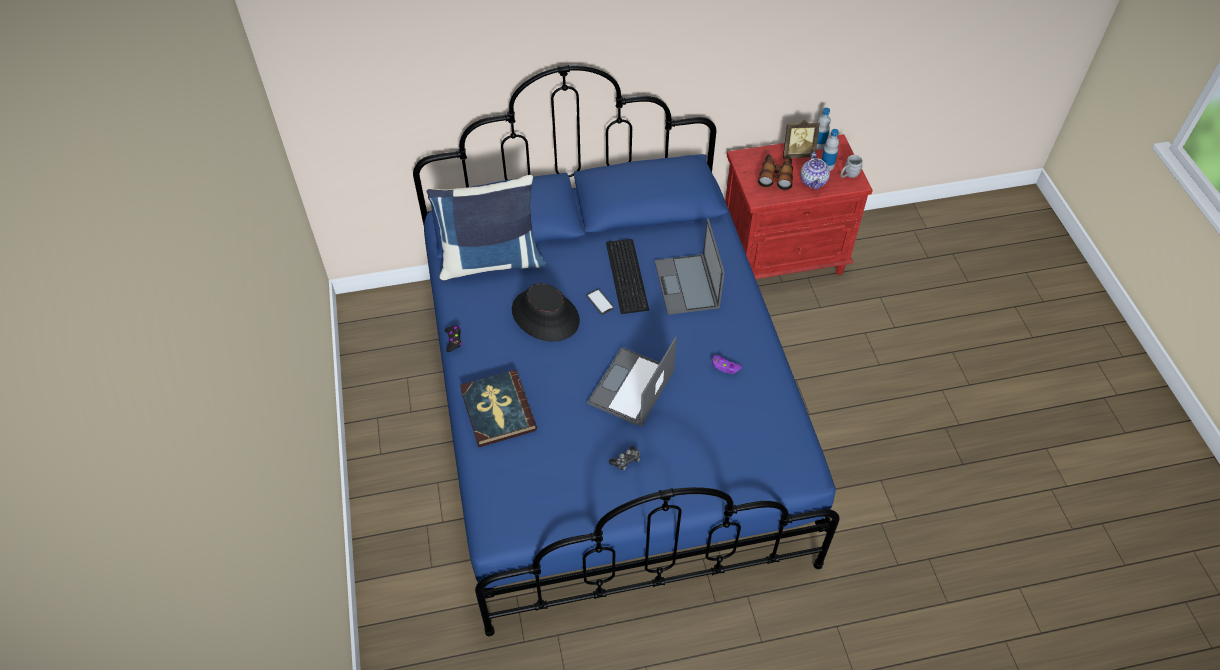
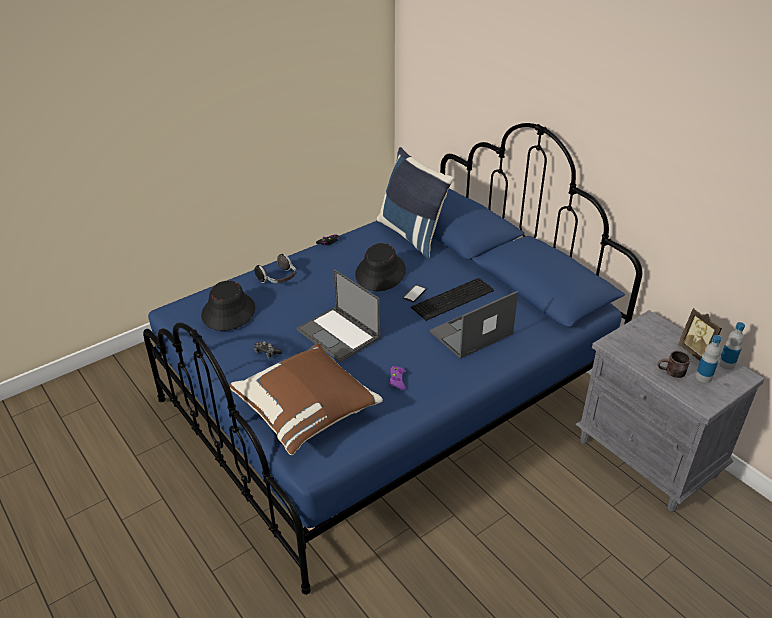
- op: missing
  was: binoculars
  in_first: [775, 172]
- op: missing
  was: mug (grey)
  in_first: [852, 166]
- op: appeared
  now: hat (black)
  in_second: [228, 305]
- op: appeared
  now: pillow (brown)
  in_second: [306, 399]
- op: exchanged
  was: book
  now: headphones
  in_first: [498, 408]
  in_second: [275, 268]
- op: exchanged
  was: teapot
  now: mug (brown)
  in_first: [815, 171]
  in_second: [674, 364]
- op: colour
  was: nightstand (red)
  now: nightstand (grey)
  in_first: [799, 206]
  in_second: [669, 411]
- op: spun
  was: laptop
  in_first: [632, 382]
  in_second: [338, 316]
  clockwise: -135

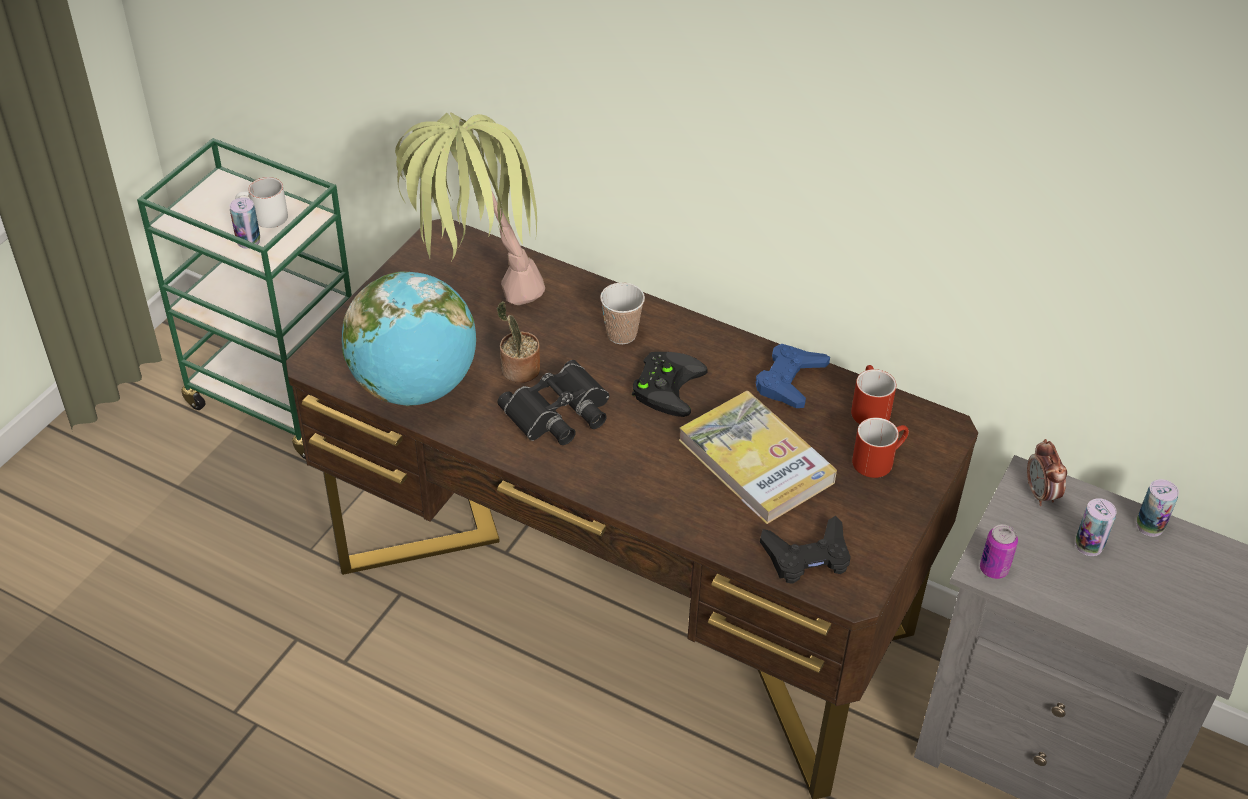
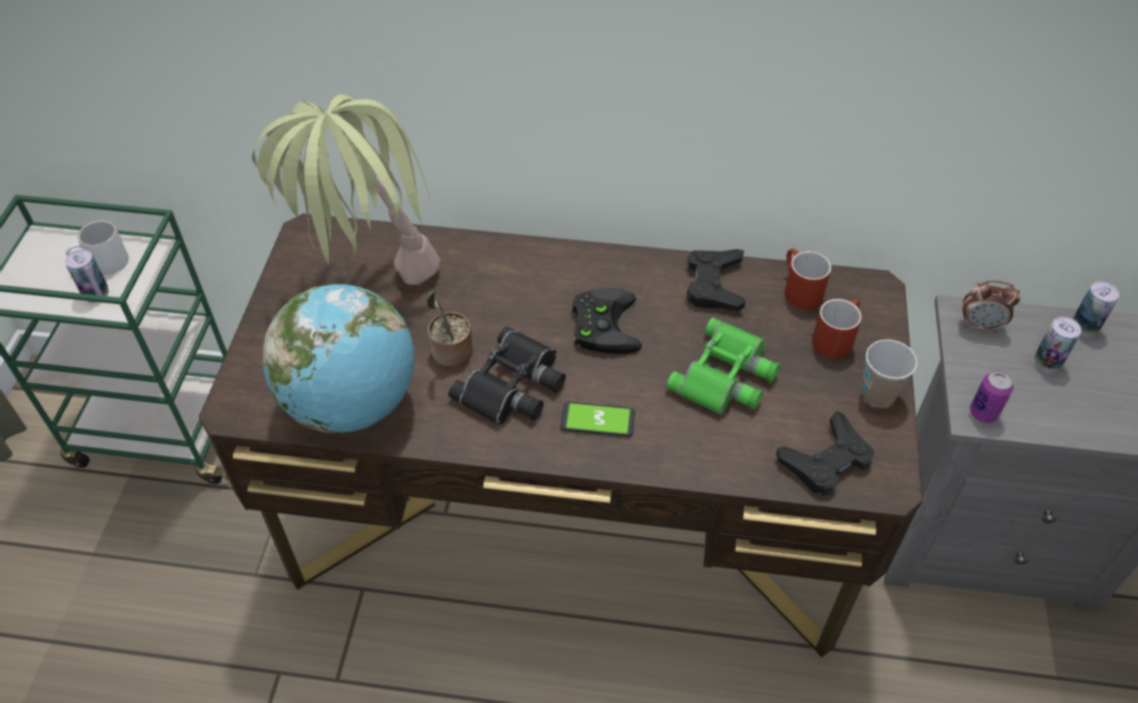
- op: appeared
  now: phone
  in_second: [597, 419]
- op: relocated
  was: cup
  in_first: [622, 313]
  in_second: [889, 373]
- op: exchanged
  was: book
  now: binoculars (green)
  in_first: [758, 457]
  in_second: [723, 366]
- op: colour
  was: game controller (blue)
  now: game controller (black)
  in_first: [793, 376]
  in_second: [715, 280]
- op: spun
  was: alarm clock
  in_first: [1047, 472]
  in_second: [991, 306]
  clockwise: -45

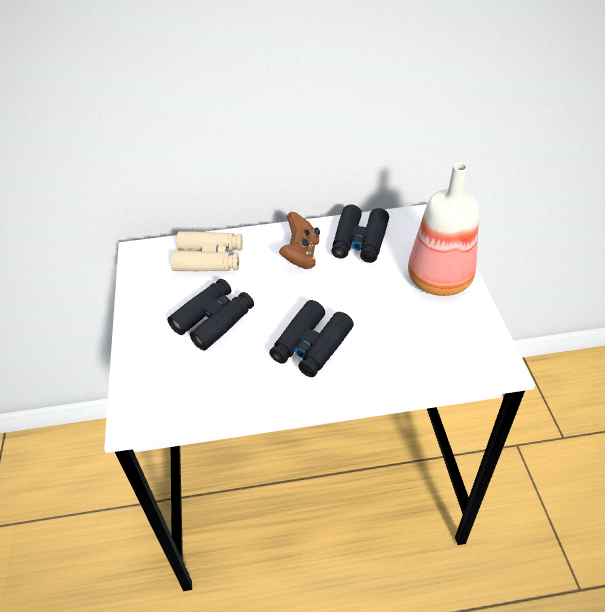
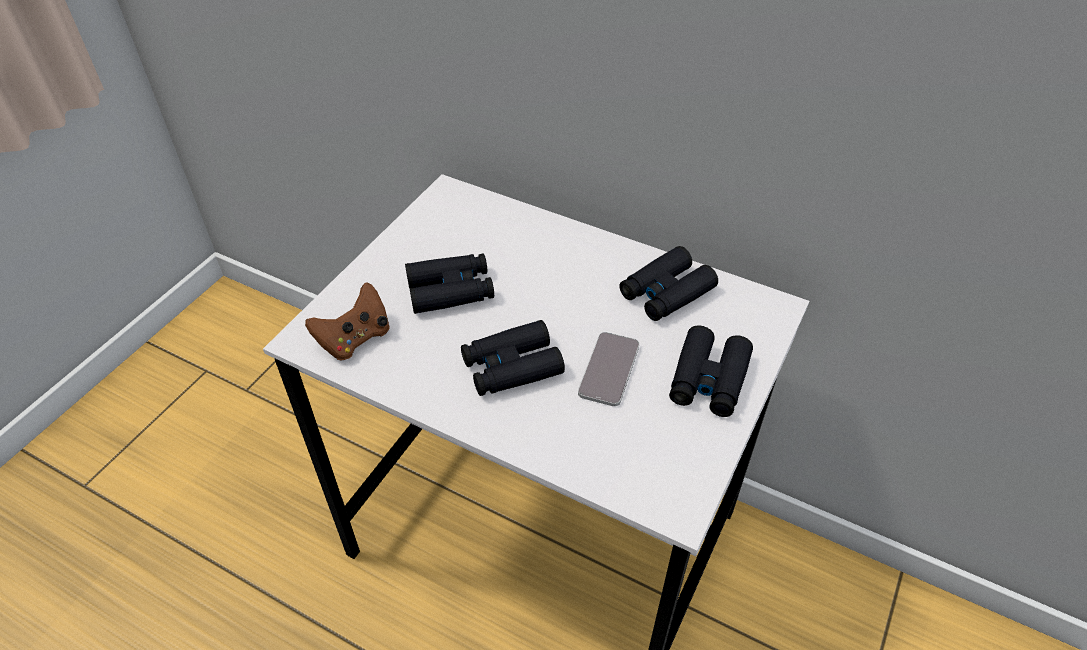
- op: missing
  was: binoculars (beige)
  in_first: [207, 251]
- op: appeared
  now: phone
  in_second: [608, 369]
- op: relocated
  was: game controller (brown)
  in_first: [299, 240]
  in_second: [347, 321]
- op: exchanged
  was: bottle
  now: binoculars (black)
  in_first: [443, 229]
  in_second: [711, 371]

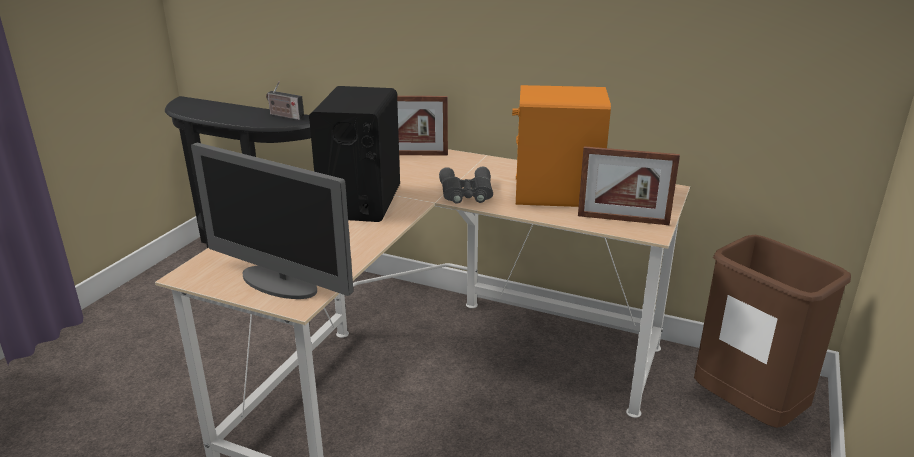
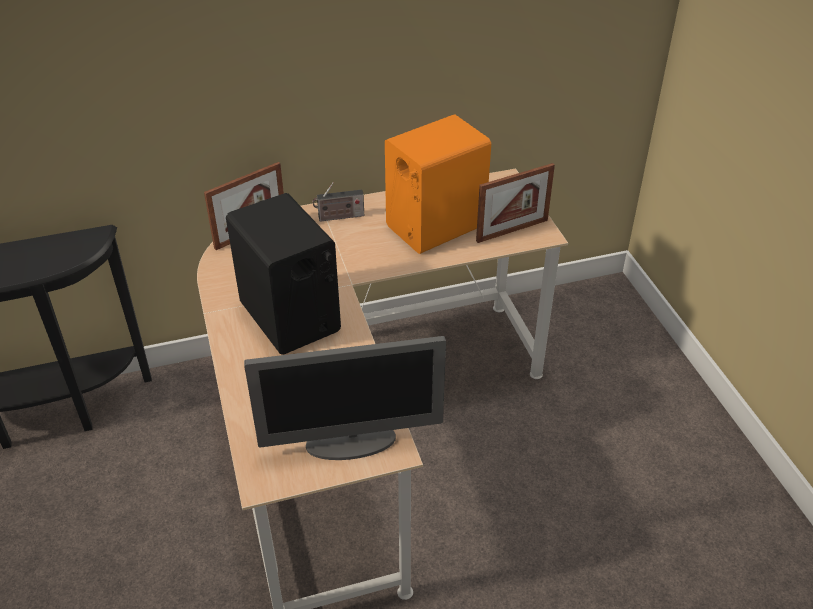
- op: missing
  was: binoculars (grey)
  in_first: [466, 185]
- op: missing
  was: trash can (brown)
  in_first: [772, 331]
- op: relocated
  was: radio
  in_first: [285, 100]
  in_second: [338, 202]

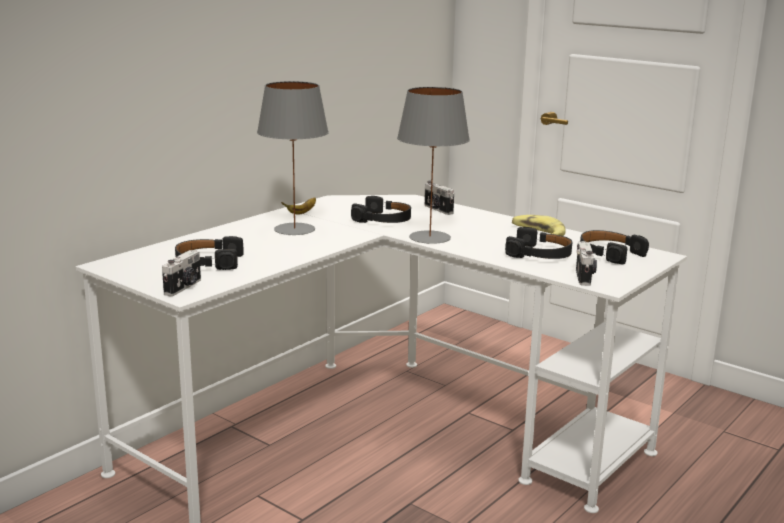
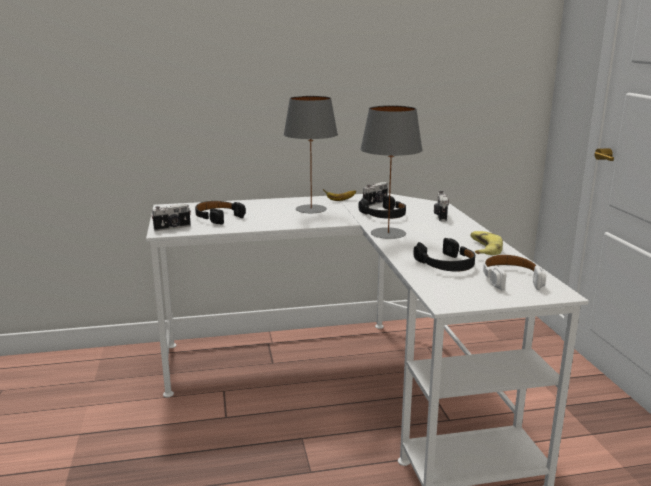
- op: relocated
  was: photo camera
  in_first: [586, 263]
  in_second: [375, 194]
- op: colour
  was: headphones (black)
  now: headphones (white)
  in_first: [614, 247]
  in_second: [514, 272]

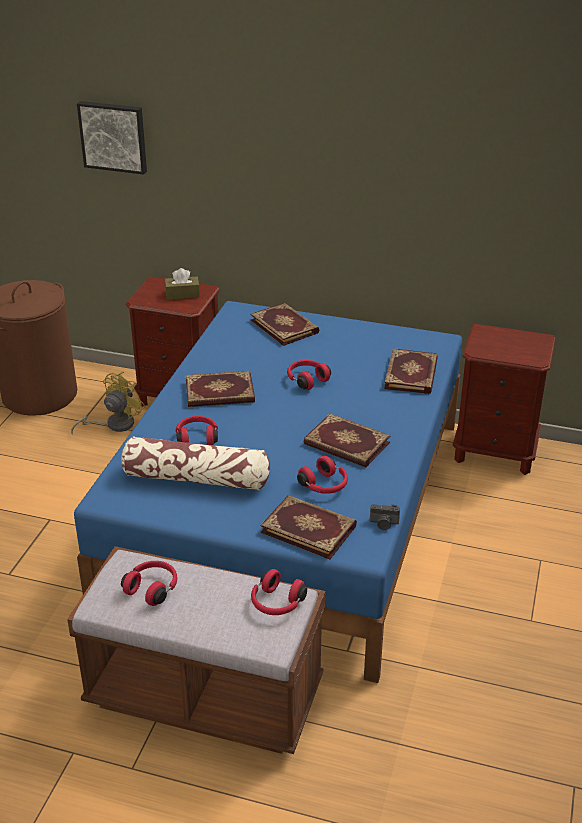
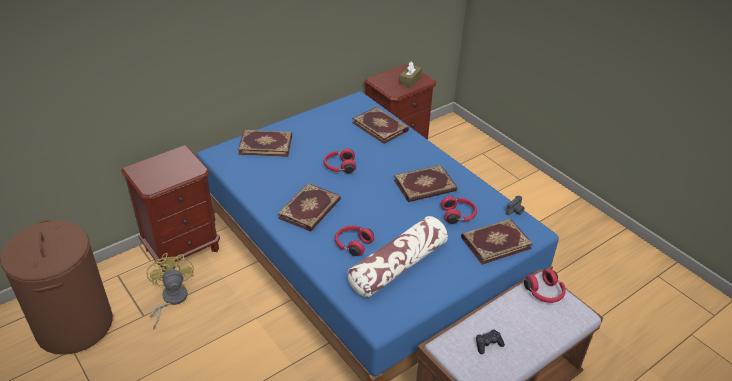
- op: missing
  was: picture
  in_first: [112, 138]
- op: relocated
  was: tissue box (brown)
  in_first: [182, 284]
  in_second: [410, 75]
- op: exchanged
  was: headphones (red)
  now: game controller (black)
  in_first: [149, 583]
  in_second: [490, 341]

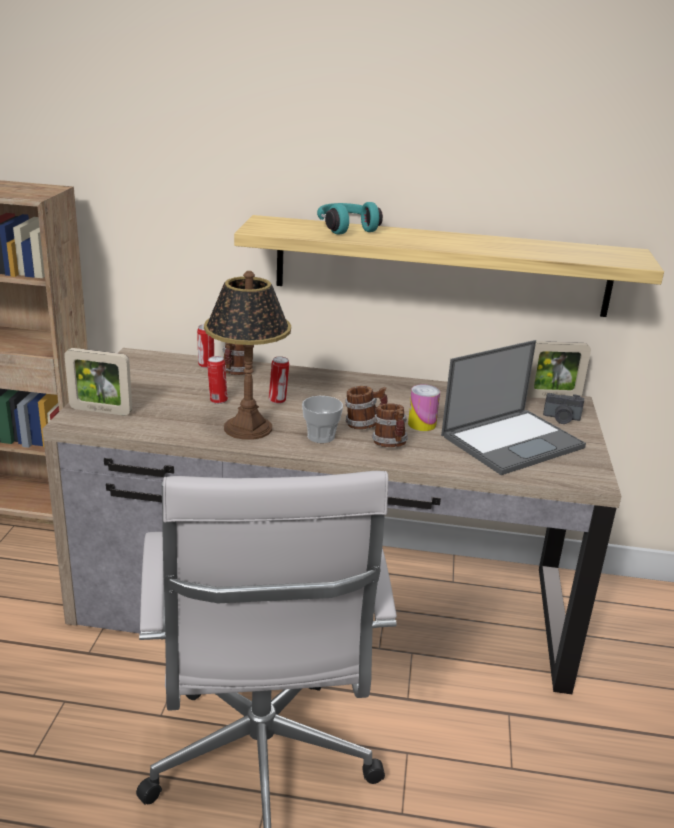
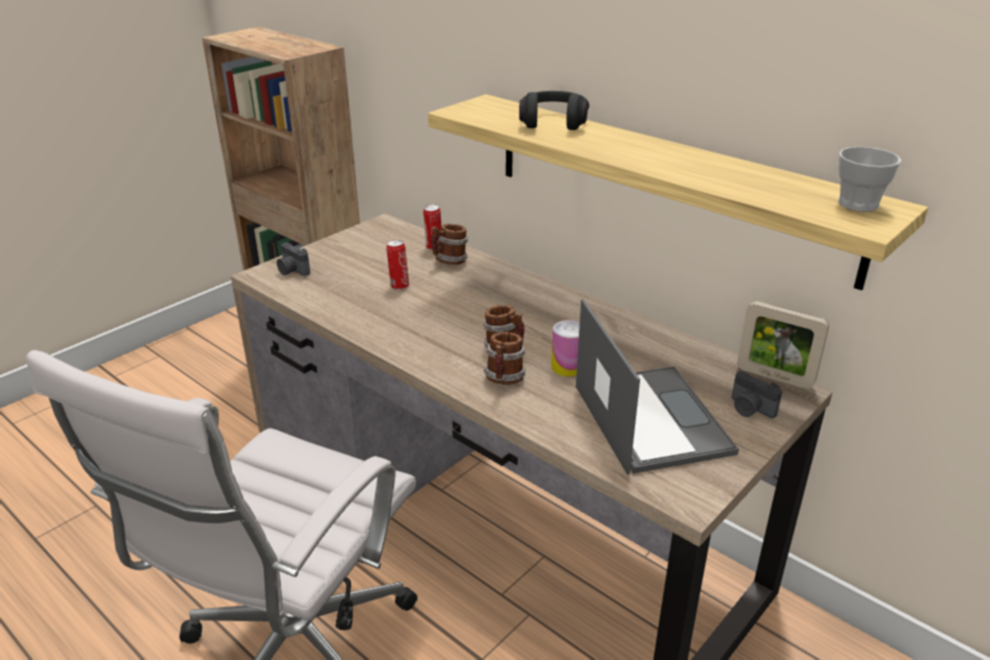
- op: missing
  was: table lamp
  in_first: [247, 355]
- op: missing
  was: can
  in_first: [279, 380]
- op: relocated
  was: cup
  in_first: [322, 419]
  in_second: [869, 179]
- op: exchanged
  was: picture frame
  now: photo camera
  in_first: [98, 382]
  in_second: [293, 259]
- op: colour
  was: headphones (turquoise)
  now: headphones (black)
  in_first: [350, 218]
  in_second: [554, 110]
- op: spun
  was: laptop
  in_first: [513, 407]
  in_second: [657, 387]
  clockwise: -105

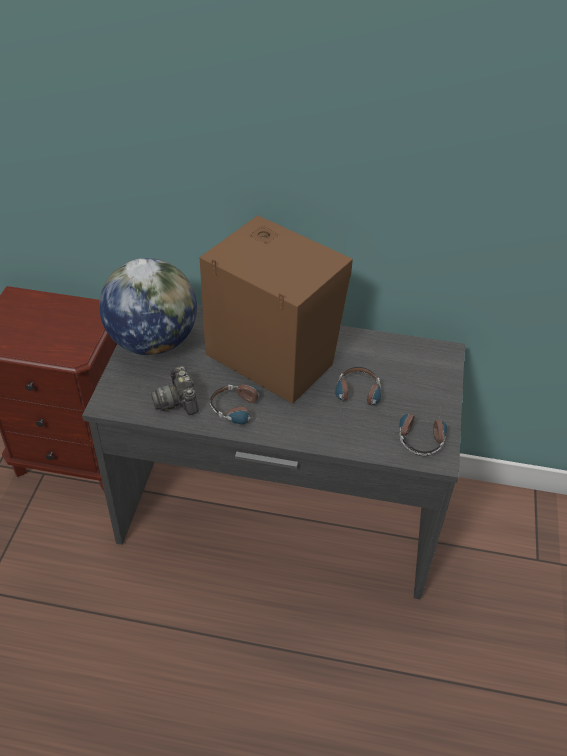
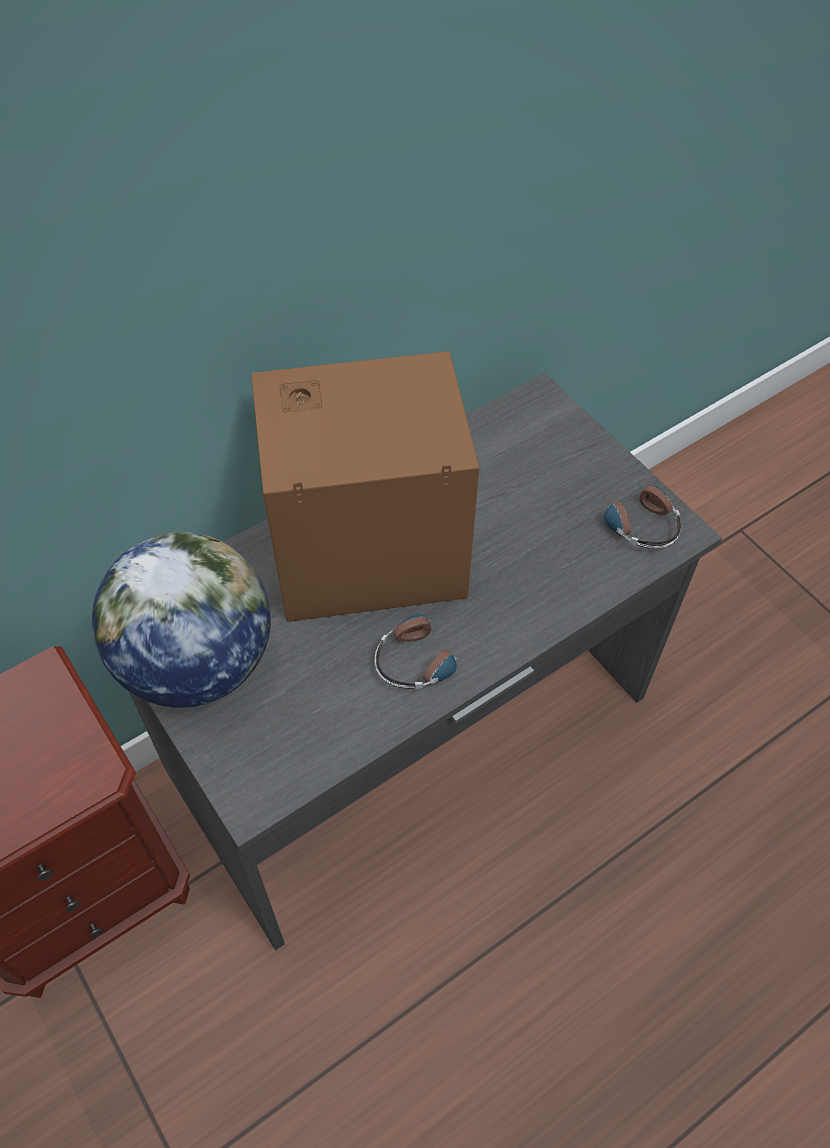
- op: missing
  was: photo camera
  in_first: [175, 390]
- op: missing
  was: headphones
  in_first: [358, 390]

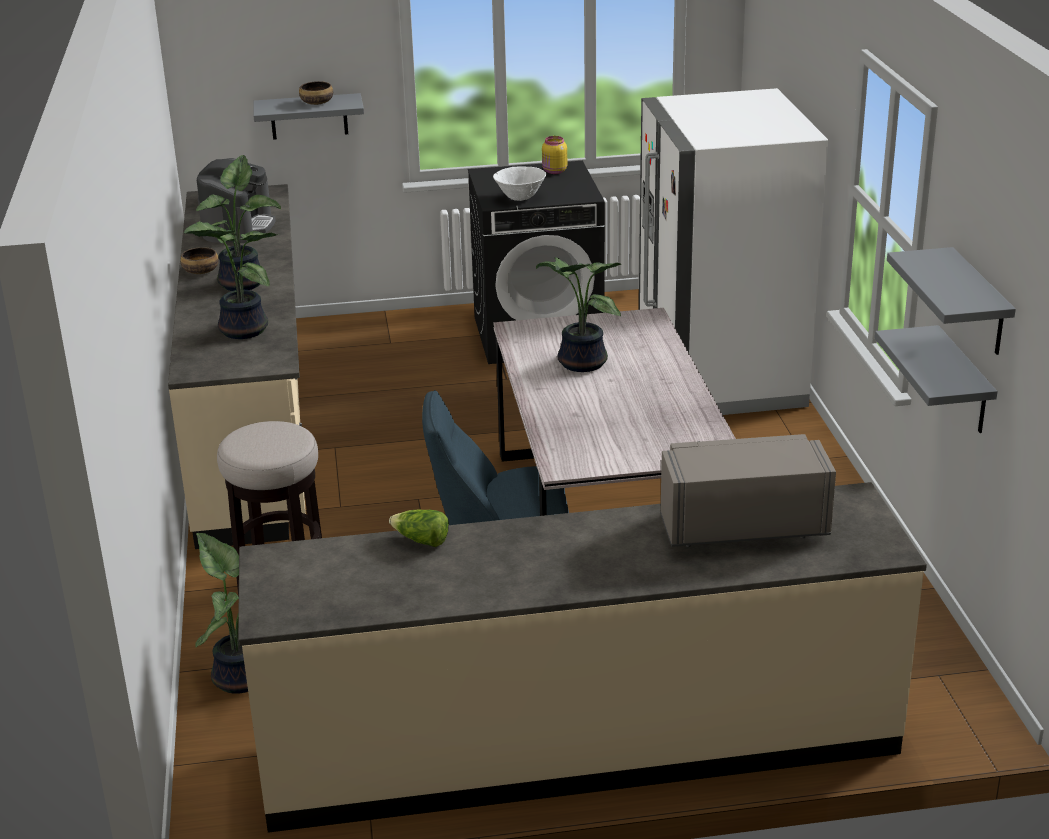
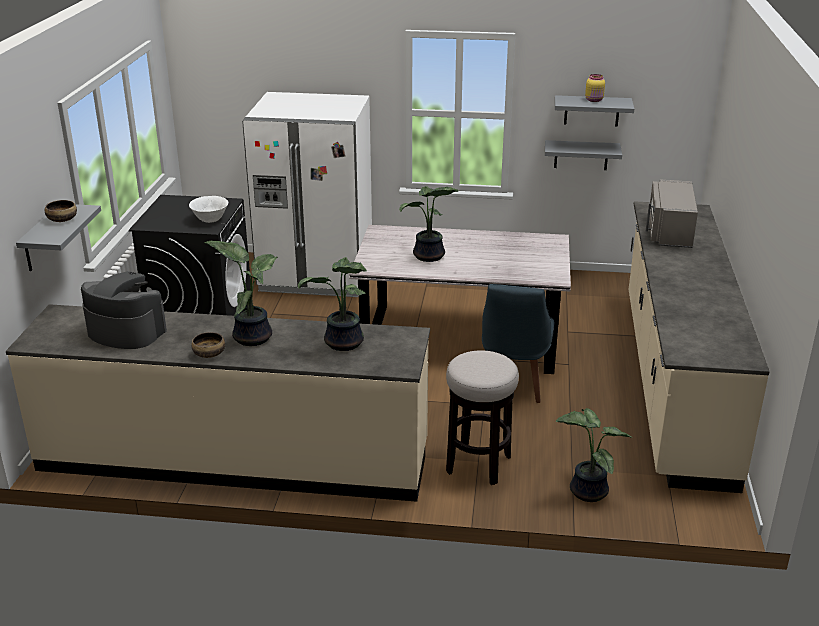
- op: missing
  was: lettuce
  in_first: [419, 528]
- op: relocated
  was: jar (yellow)
  in_first: [554, 155]
  in_second: [595, 88]

